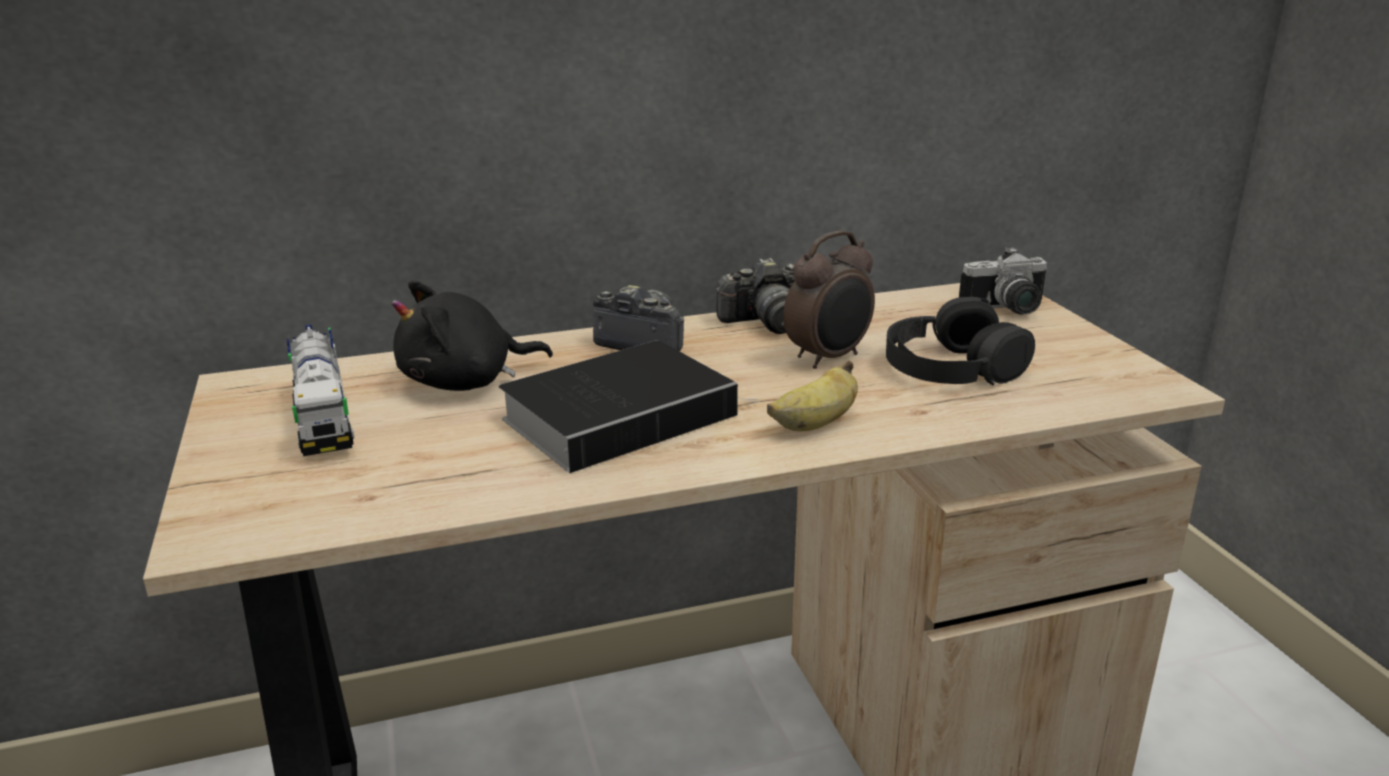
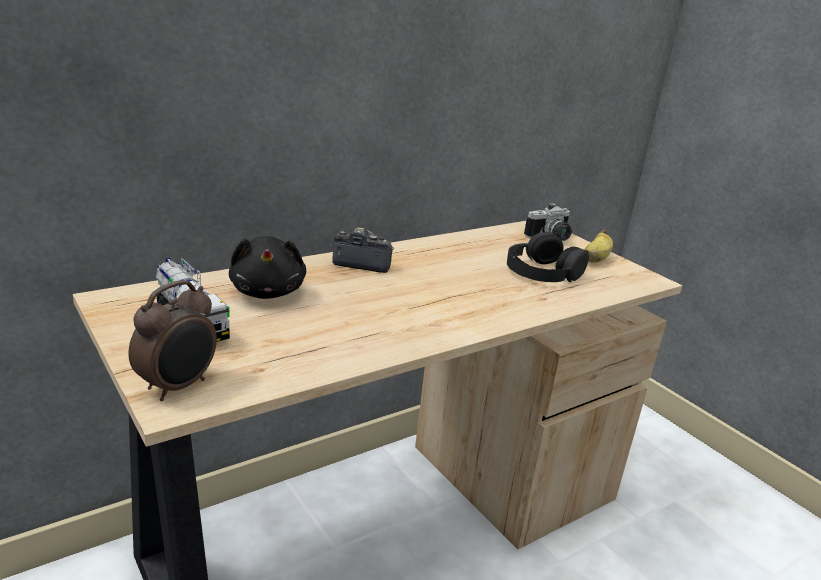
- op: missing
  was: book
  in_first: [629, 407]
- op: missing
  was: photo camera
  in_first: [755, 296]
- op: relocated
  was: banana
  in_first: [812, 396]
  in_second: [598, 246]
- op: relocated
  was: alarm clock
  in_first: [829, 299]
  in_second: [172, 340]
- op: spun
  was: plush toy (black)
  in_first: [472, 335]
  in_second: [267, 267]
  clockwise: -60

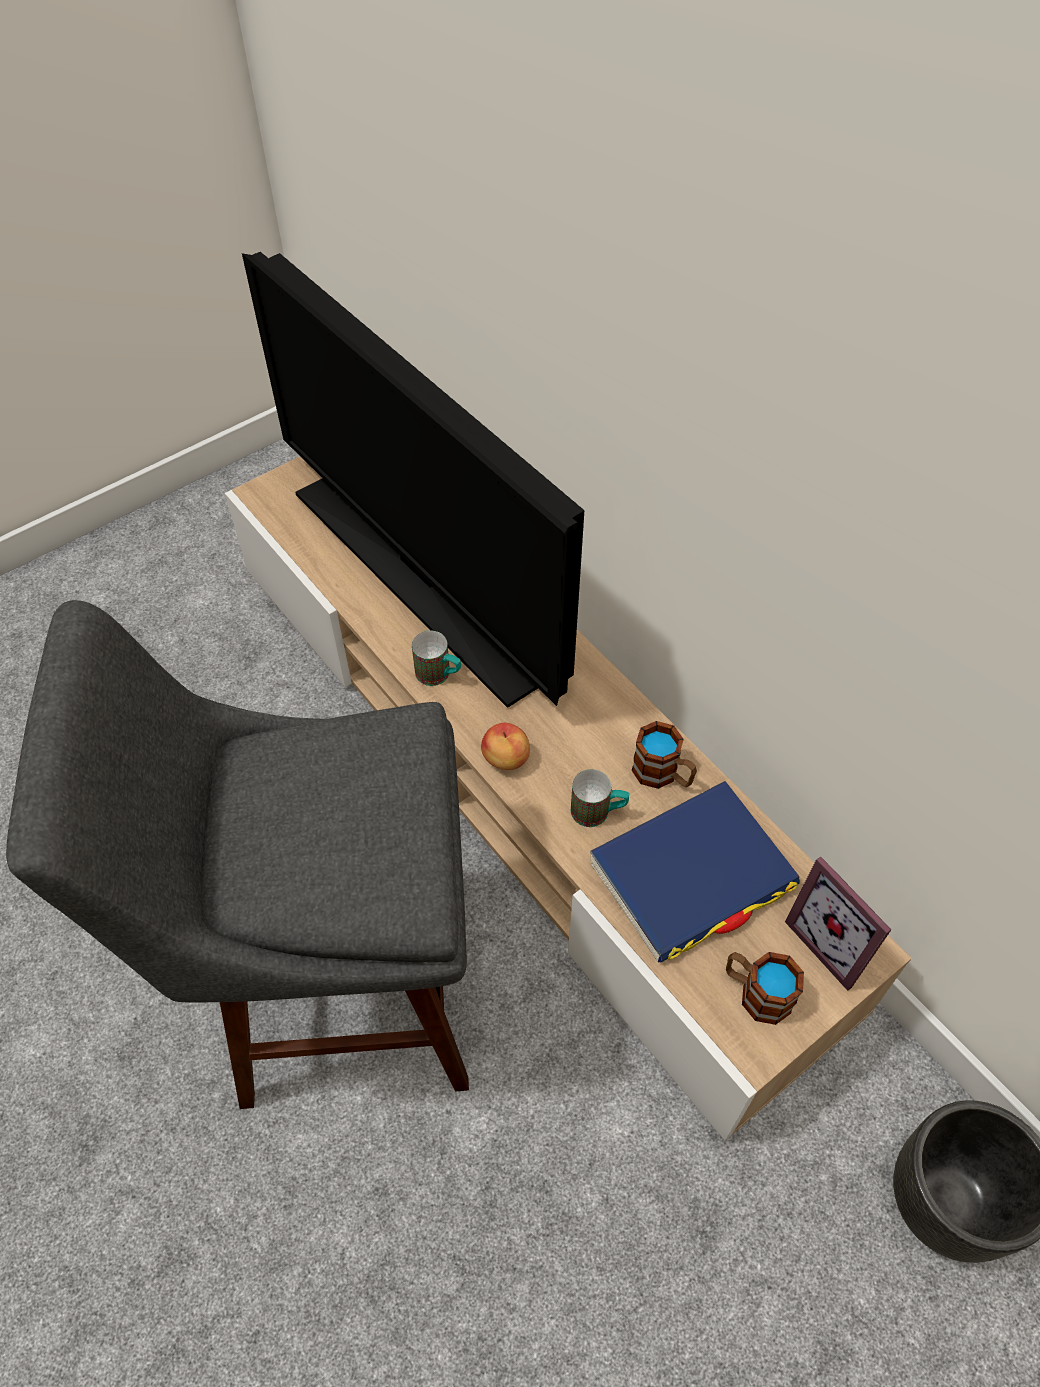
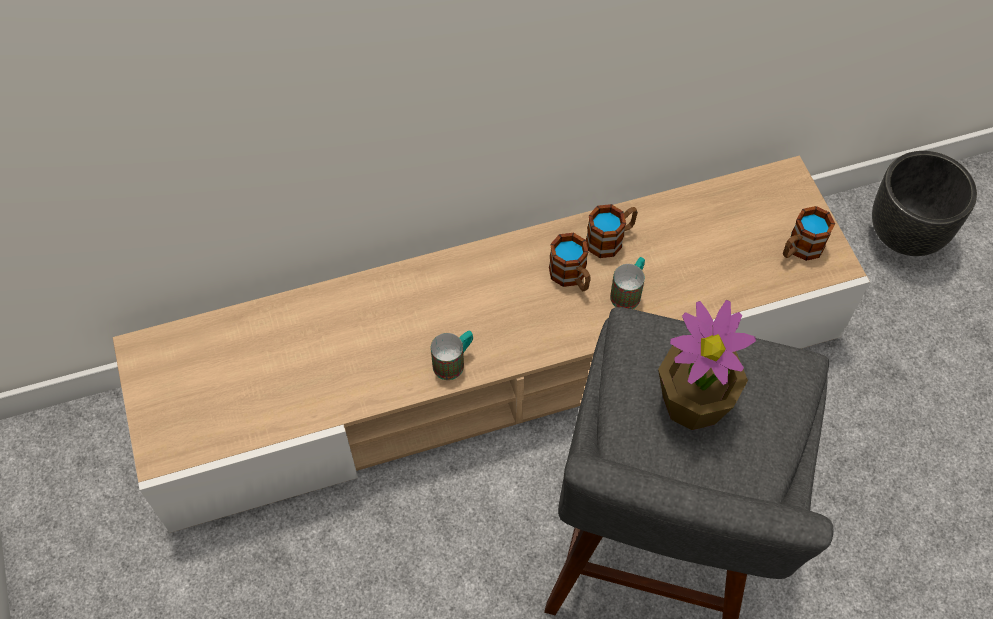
- op: missing
  was: television
  in_first: [413, 480]
- op: missing
  was: apple
  in_first: [505, 746]
- op: missing
  was: book (blue)
  in_first: [695, 872]
- op: missing
  was: picture frame
  in_first: [838, 923]
- op: appeared
  now: mug
  in_second: [570, 262]
- op: appeared
  now: potted plant
  in_second: [707, 365]

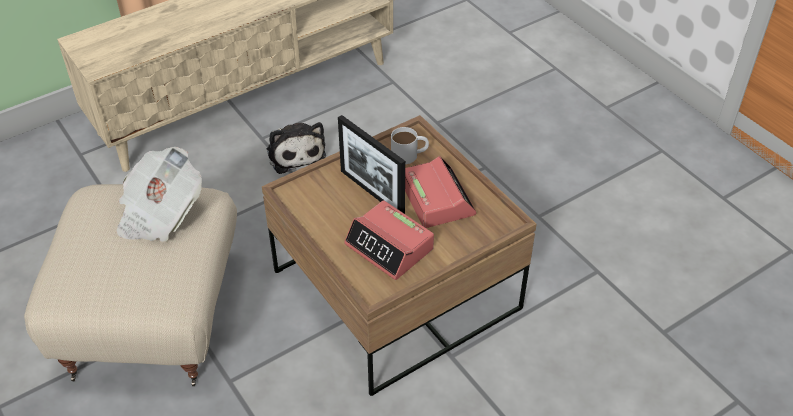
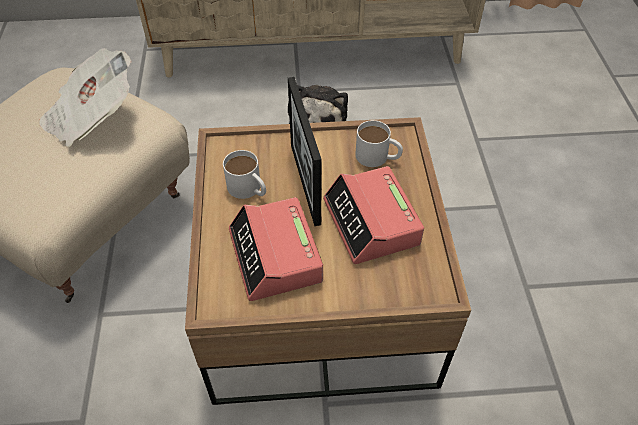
- op: appeared
  now: mug (white)
  in_second: [244, 174]
- op: spun
  was: alarm clock
  in_first: [441, 192]
  in_second: [373, 215]
  clockwise: 150

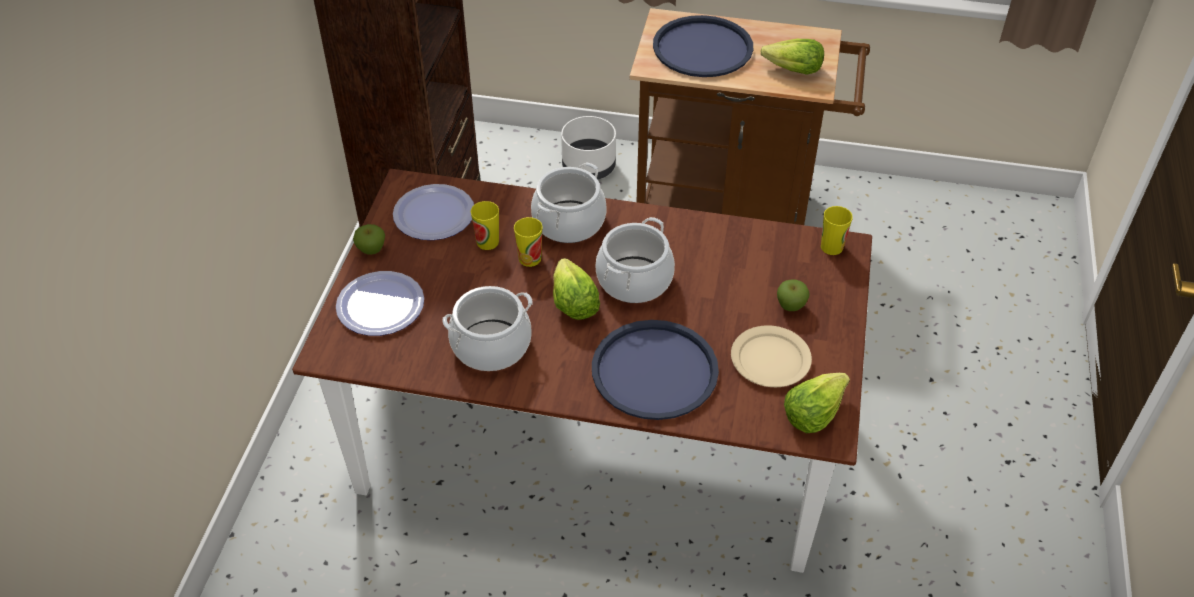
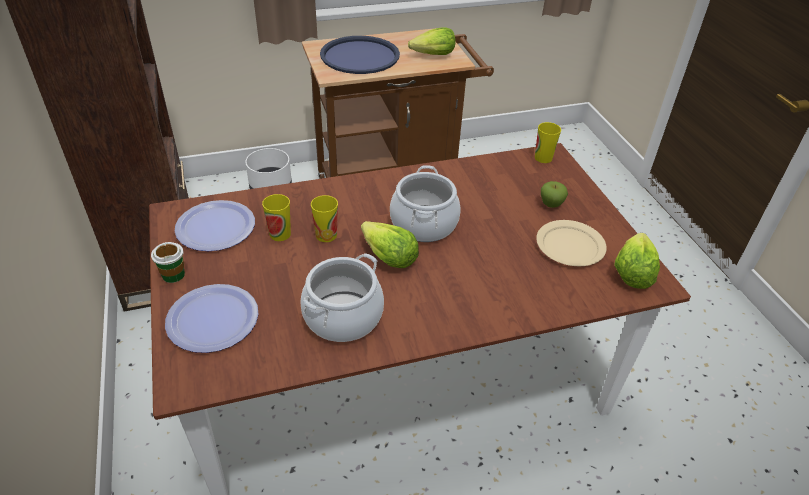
- op: missing
  was: cooking pot
  in_first: [569, 203]
- op: missing
  was: tray (blue)
  in_first: [655, 370]
- op: exchanged
  was: apple
  now: cup
  in_first: [369, 239]
  in_second: [168, 262]

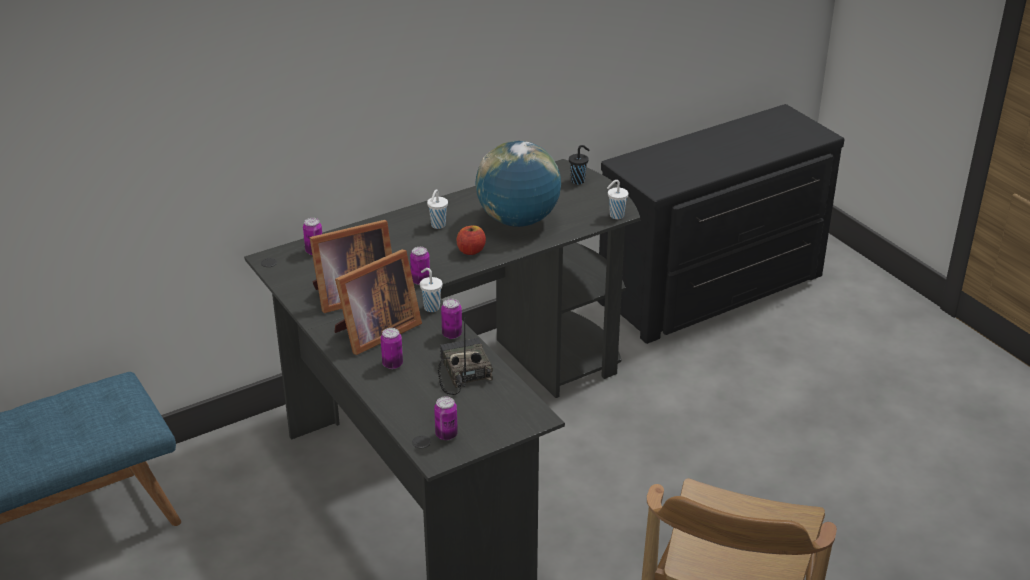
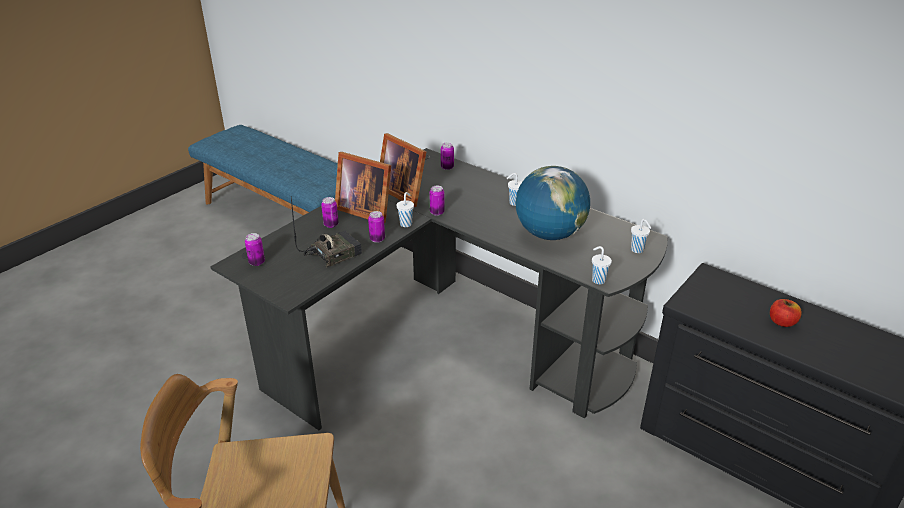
- op: relocated
  was: apple
  in_first: [471, 240]
  in_second: [786, 313]
- op: colour
  was: cup (black)
  now: cup (white)
  in_first: [579, 164]
  in_second: [641, 236]

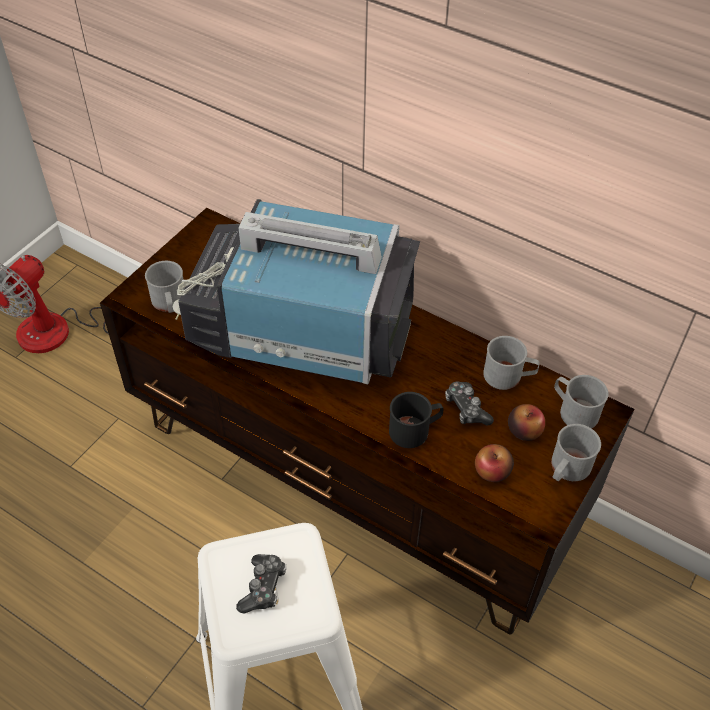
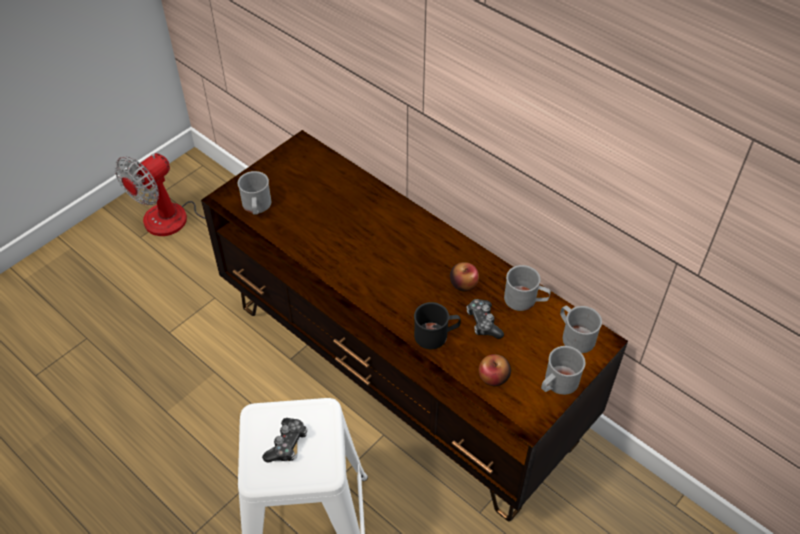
- op: missing
  was: television
  in_first: [296, 291]
- op: relocated
  was: apple
  in_first: [526, 422]
  in_second: [464, 277]

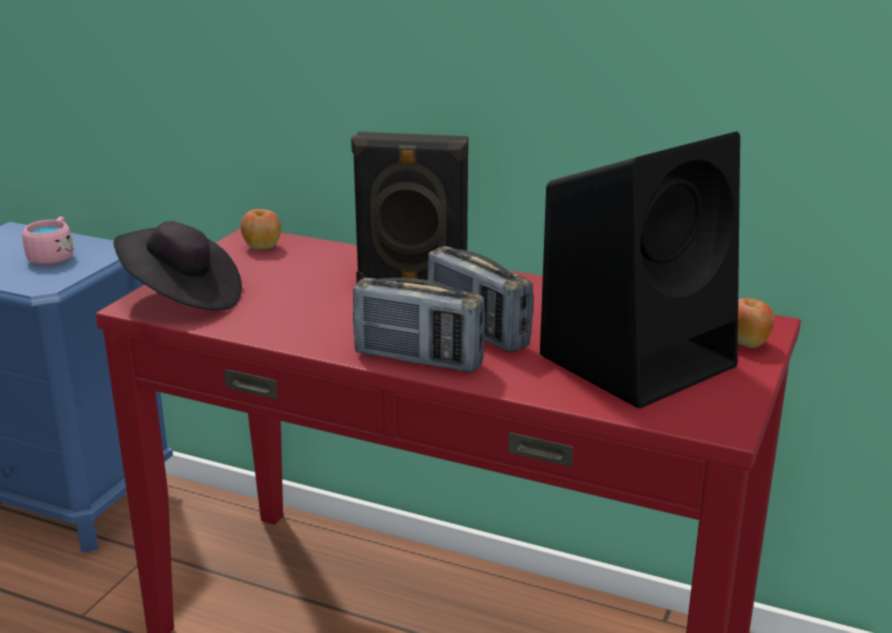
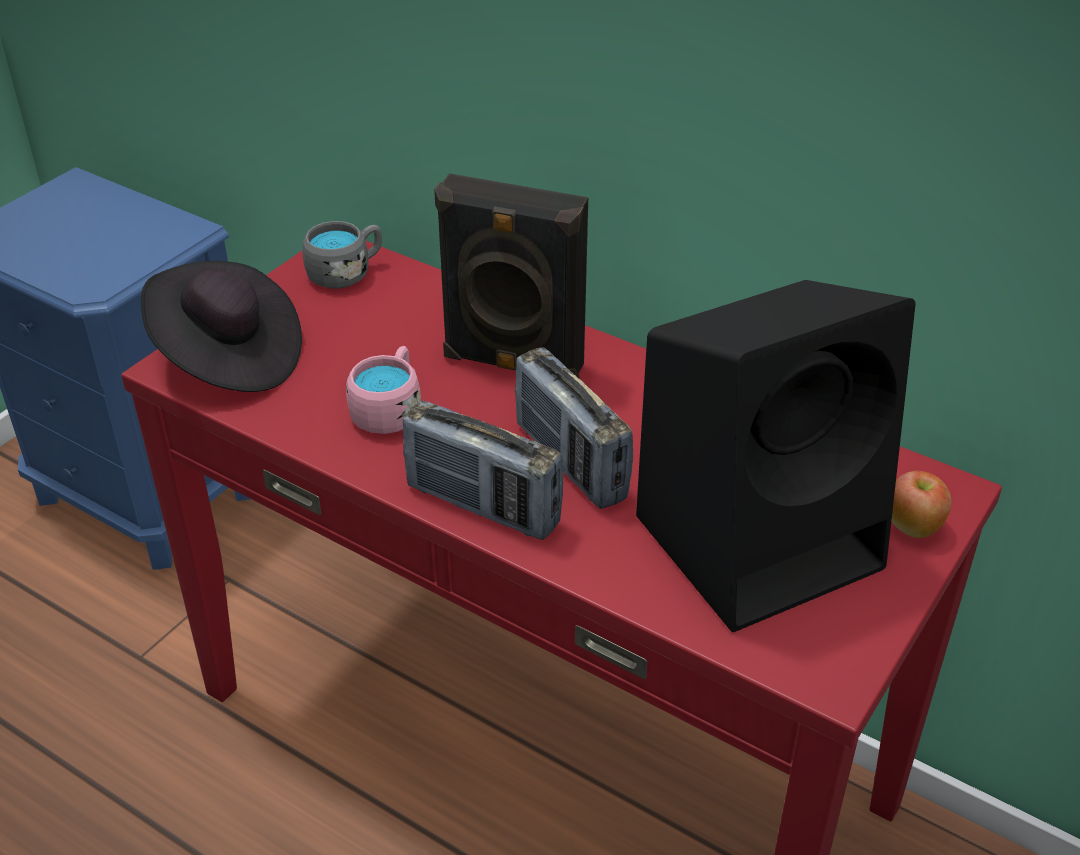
- op: relocated
  was: mug (pink)
  in_first: [48, 240]
  in_second: [383, 390]
- op: exchanged
  was: apple
  now: mug (grey)
  in_first: [261, 229]
  in_second: [342, 255]

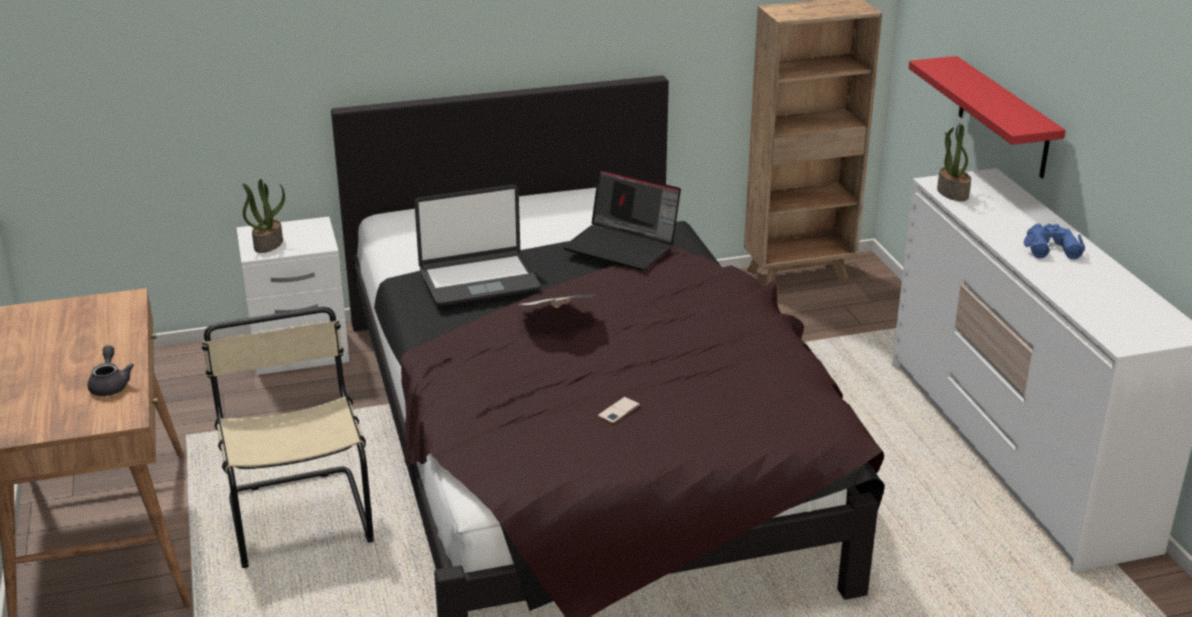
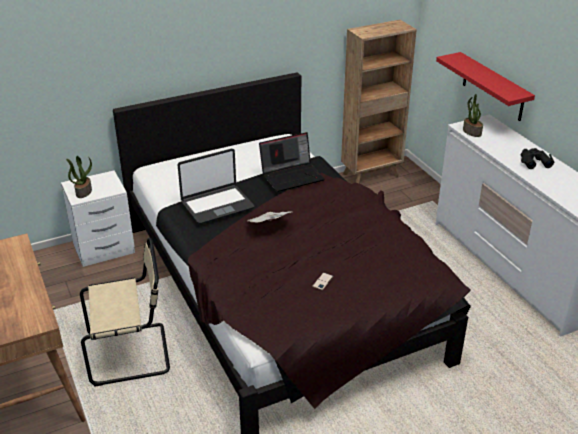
- op: missing
  was: teapot (grey)
  in_first: [111, 370]
- op: colour
  was: binoculars (blue)
  now: binoculars (black)
  in_first: [1054, 241]
  in_second: [537, 158]
- op: spun
  was: chair (beige)
  in_first: [288, 437]
  in_second: [125, 312]
  clockwise: 105
- op: spun
  was: laptop
  in_first: [622, 220]
  in_second: [292, 162]
  clockwise: -45

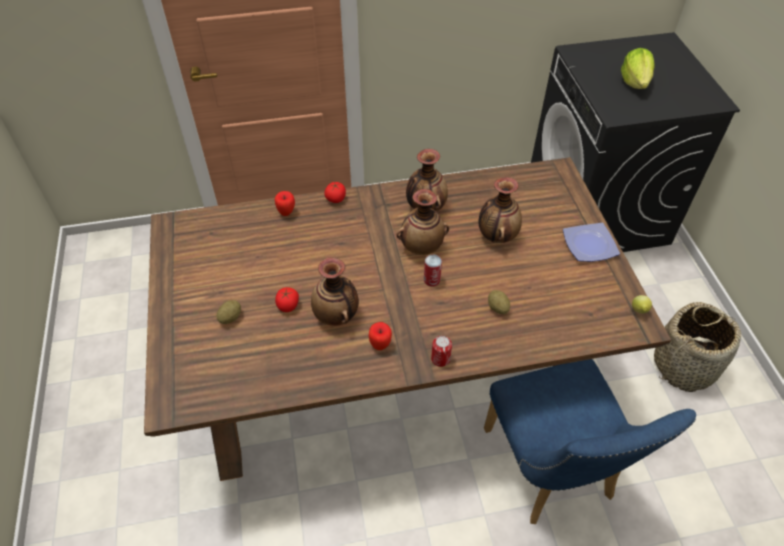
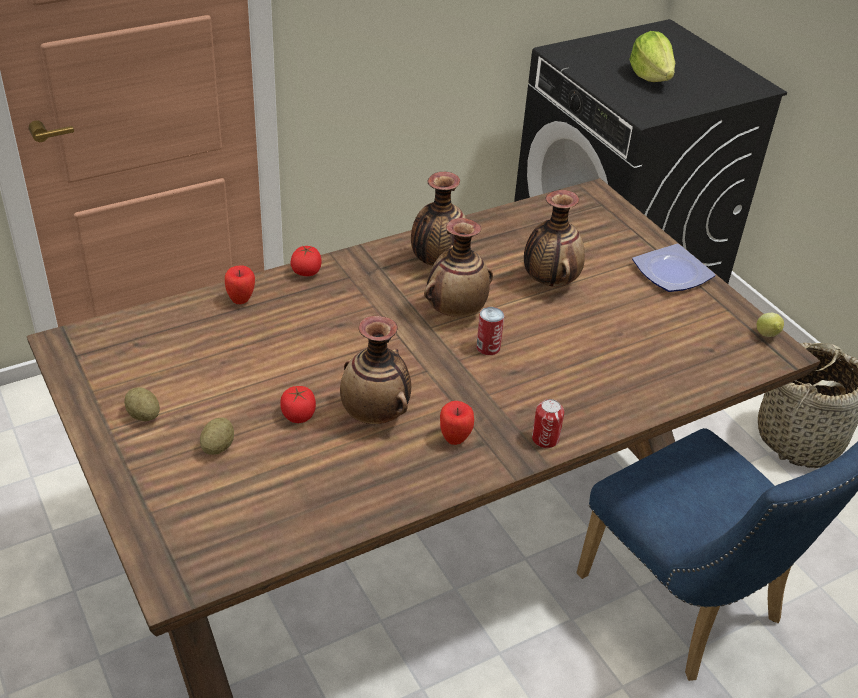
- op: relocated
  was: potato
  in_first: [499, 302]
  in_second: [142, 404]

